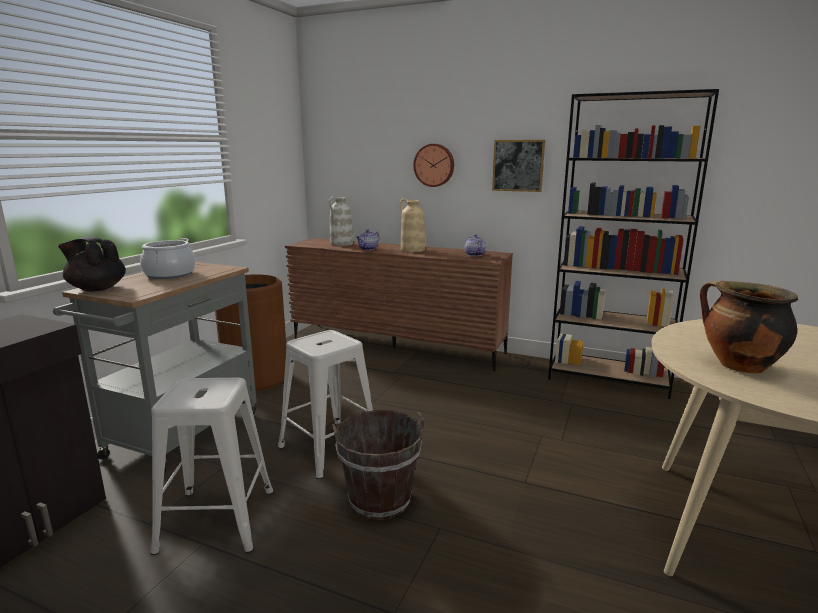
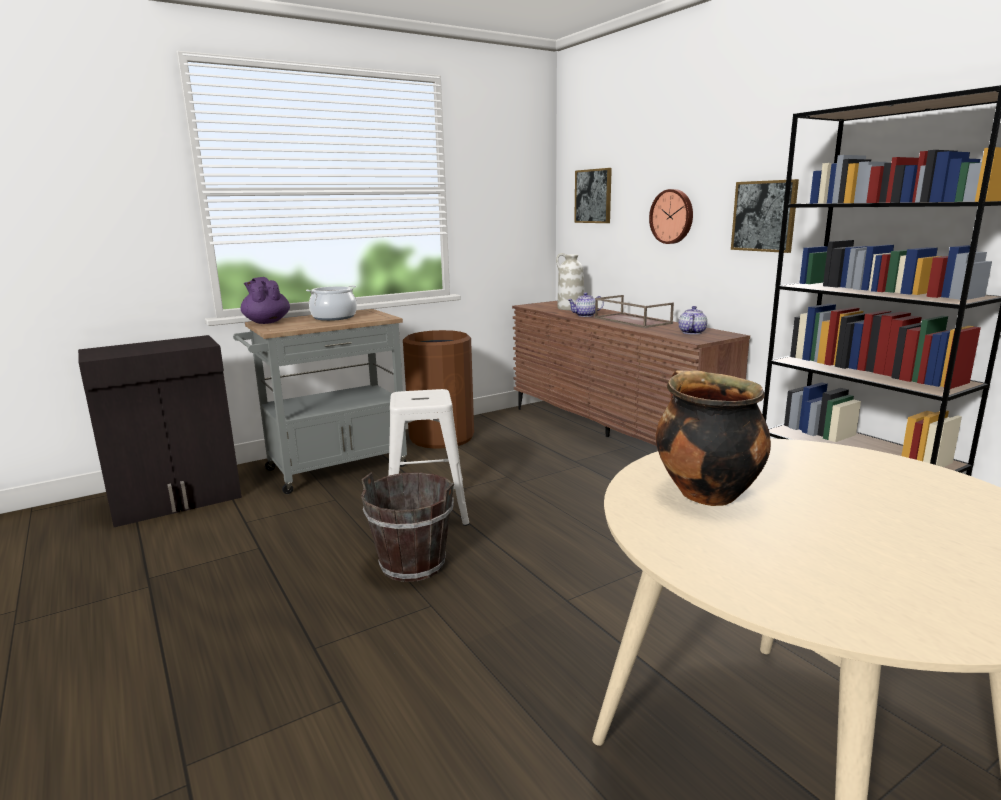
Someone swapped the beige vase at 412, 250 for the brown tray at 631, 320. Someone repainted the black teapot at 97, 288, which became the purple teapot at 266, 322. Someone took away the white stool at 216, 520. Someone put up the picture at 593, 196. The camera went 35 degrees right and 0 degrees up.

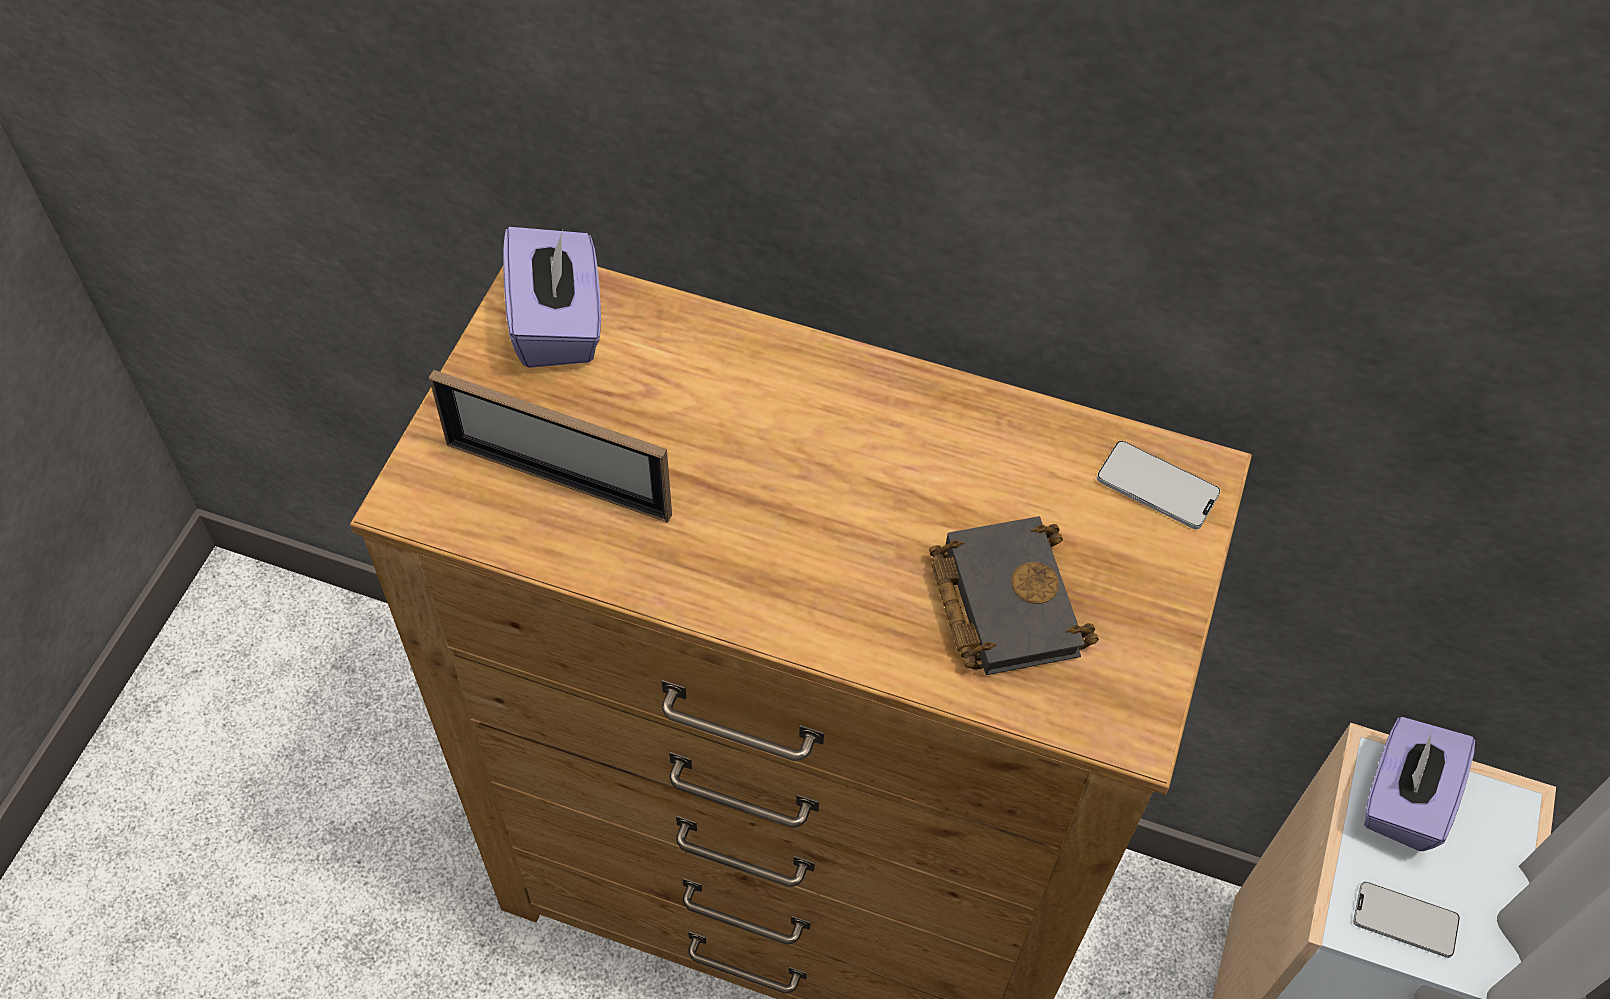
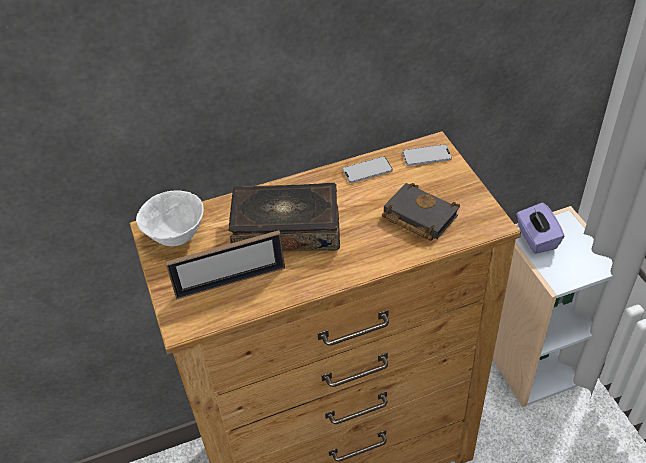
Someone swapped the purple tissue box at 558, 324 for the white bowl at 175, 236. Someone carried the phone from 1405, 920 to 367, 170. Someone put down the book at 286, 228. The camera went 35 degrees left and 10 degrees down.

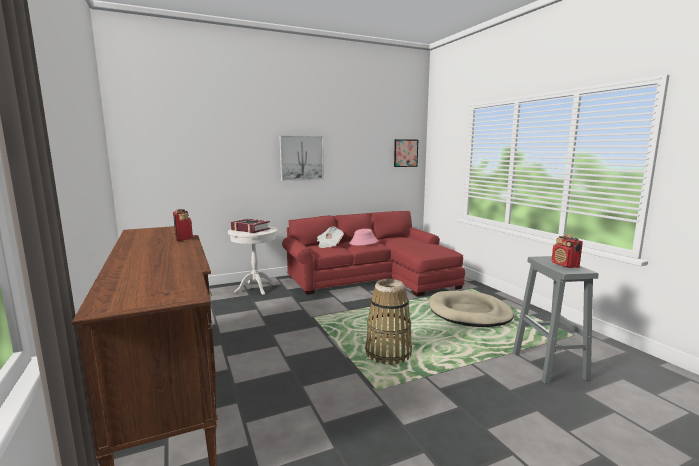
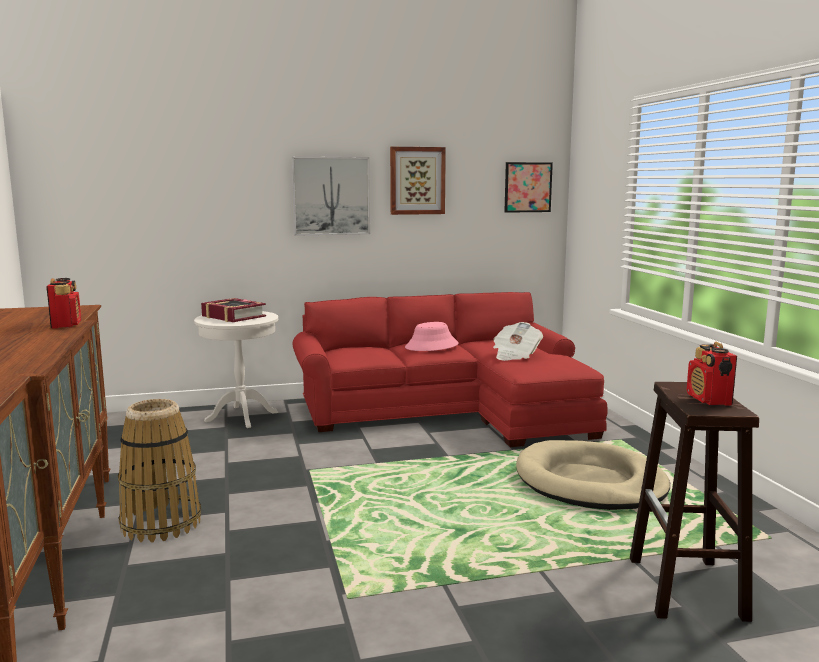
Someone carried the newspaper from 329, 245 to 515, 355. Someone repainted the grey stool at 550, 366, which became the brown stool at 687, 589. Someone carried the basket from 388, 353 to 161, 523. Someone put up the picture at 417, 180. The camera went 10 degrees right and 0 degrees up.

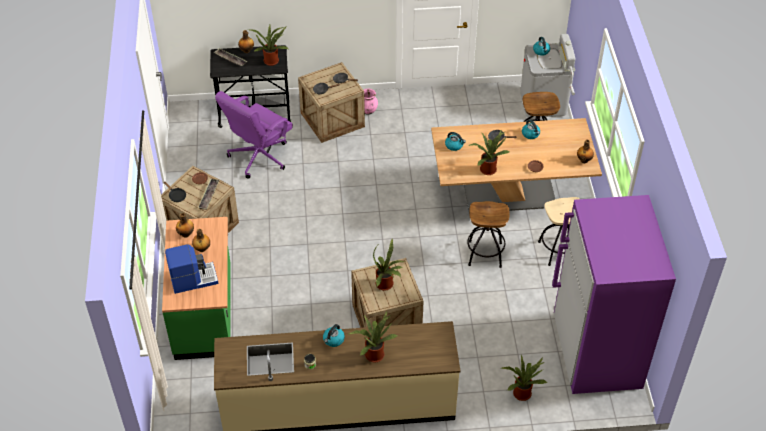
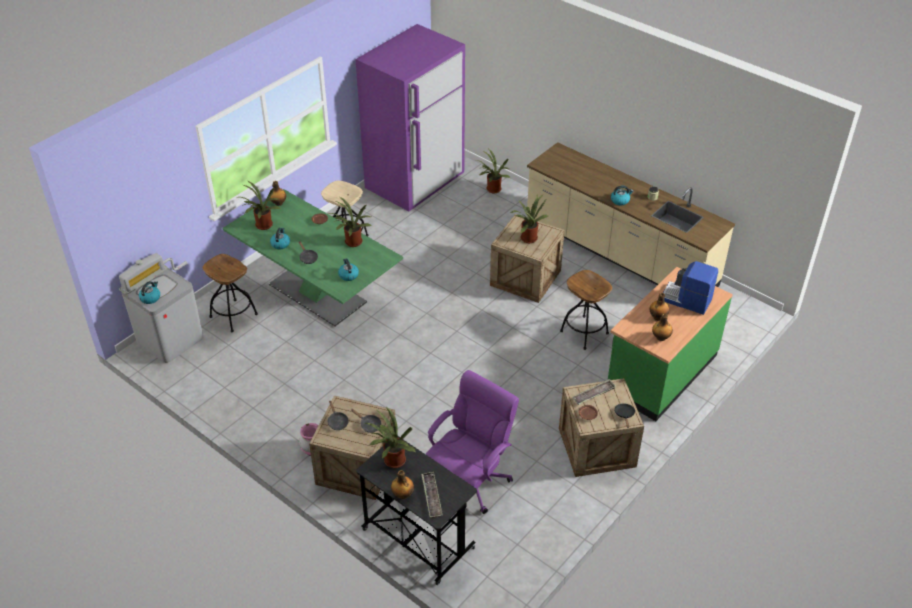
Someone rotated the purple office chair at 259, 156 by 45 degrees counterclockwise. Someone repainted the beige dining table at 509, 195, which became the green dining table at 317, 294. Someone carried the brown stool from 484, 253 to 584, 332. Someone carried the potted plant from 374, 353 to 263, 226. The camera went 135 degrees left and 5 degrees down.

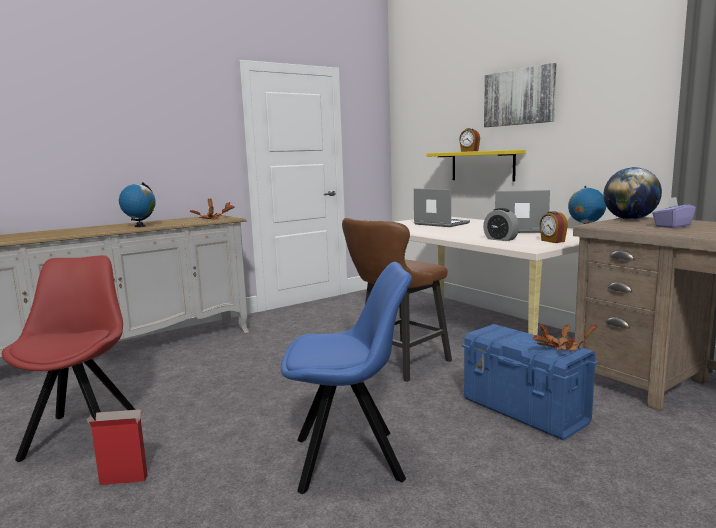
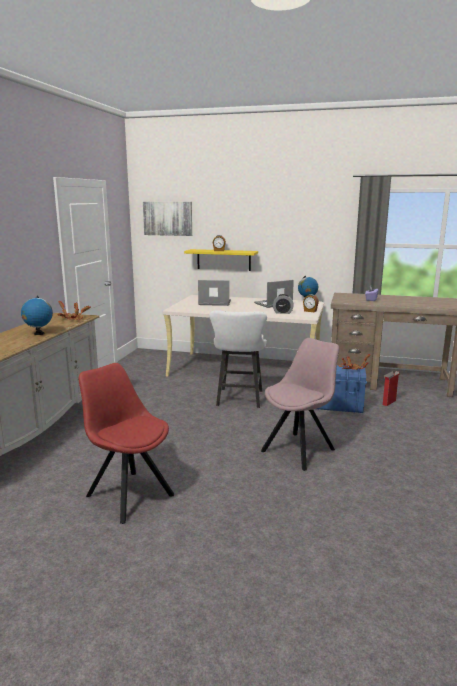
Someone carried the picture from 519, 97 to 168, 218. Someone took away the globe at 630, 219. Someone repainted the brown stool at 397, 365, which became the white stool at 239, 400. Someone repainted the blue chair at 349, 460, which became the pink chair at 299, 450. Someone carried the cardboard box from 125, 479 to 389, 402. The camera went 40 degrees left and 5 degrees up.

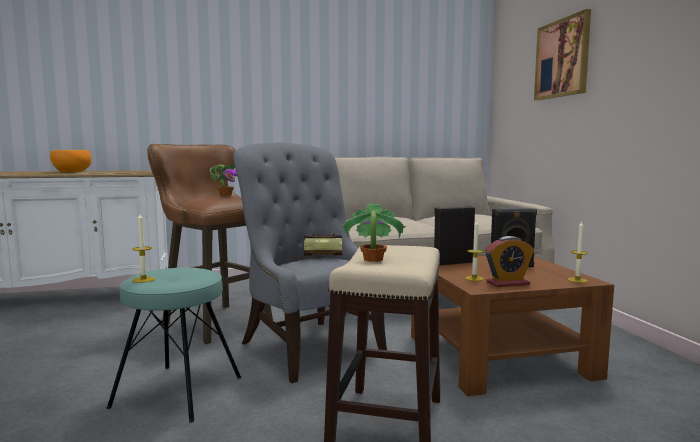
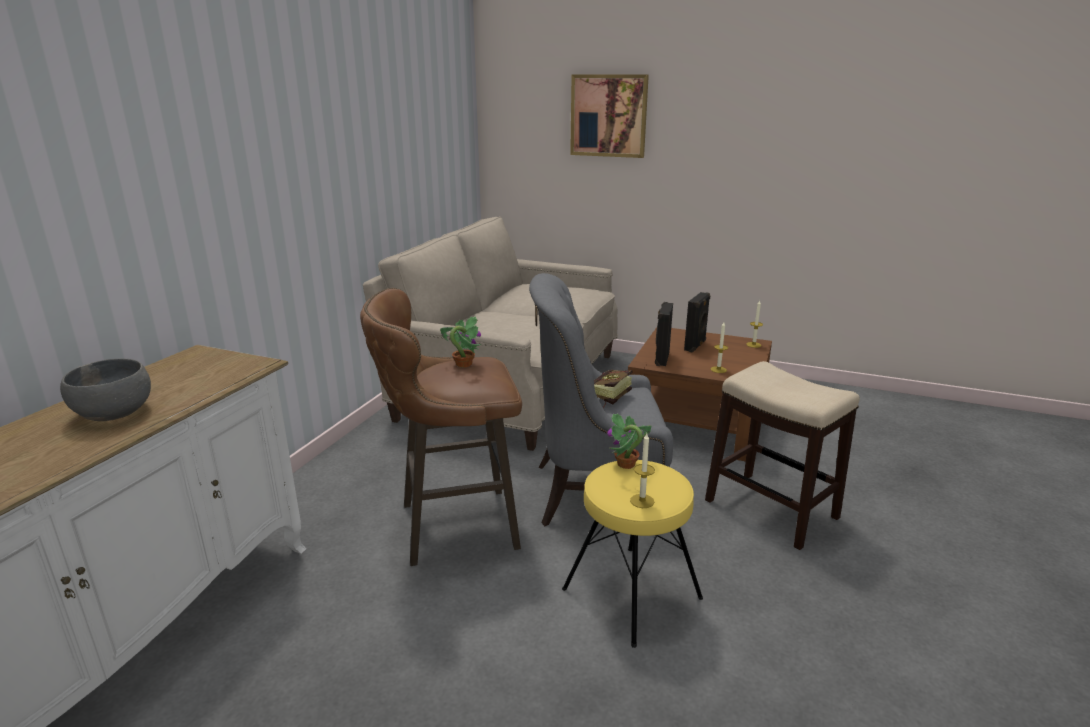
Someone repainted the orange bowl at 72, 172, which became the grey bowl at 114, 412. Someone carried the potted plant from 372, 259 to 626, 464. Someone took away the alarm clock at 508, 283. Someone repainted the turquoise stool at 178, 392, which became the yellow stool at 632, 594. The camera went 55 degrees left and 15 degrees up.

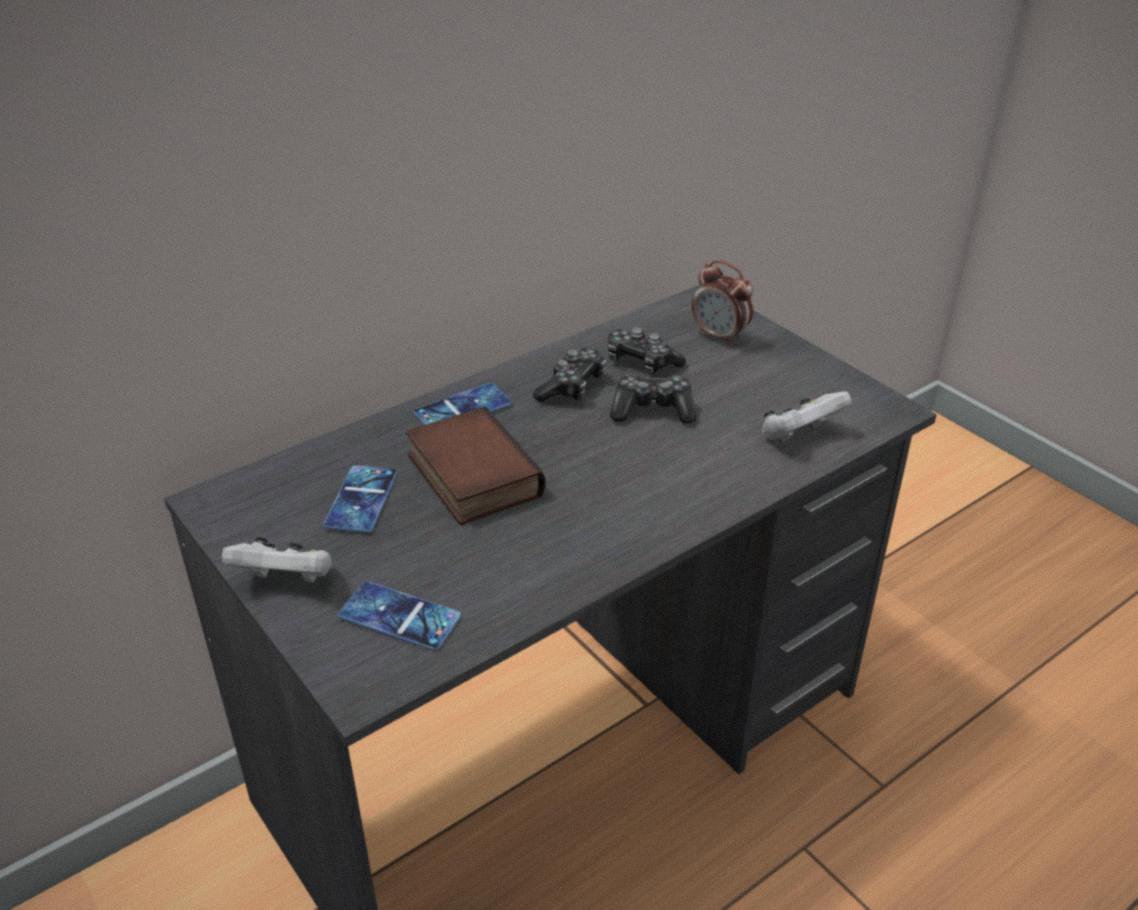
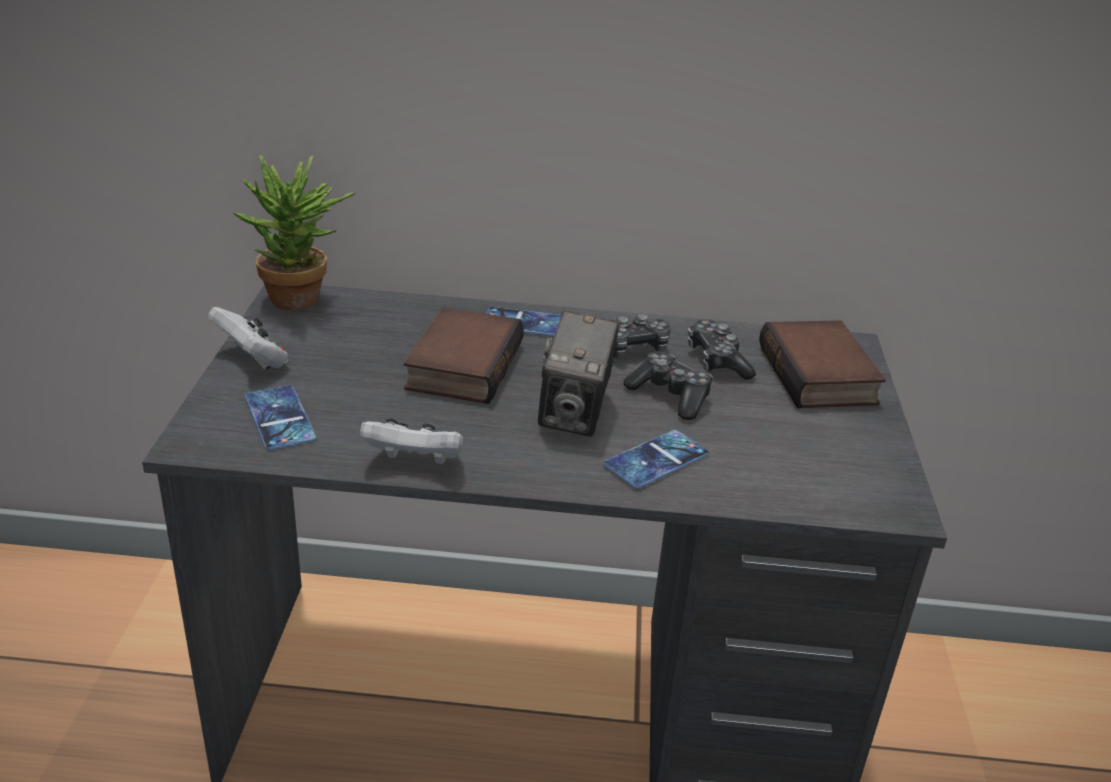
Someone swapped the alarm clock at 720, 336 for the book at 821, 376. Someone carried the white game controller from 800, 436 to 415, 462. Someone carried the phone from 361, 499 to 656, 460. Someone put down the potted plant at 301, 303. Someone put down the photo camera at 575, 414. The camera went 40 degrees right and 5 degrees down.

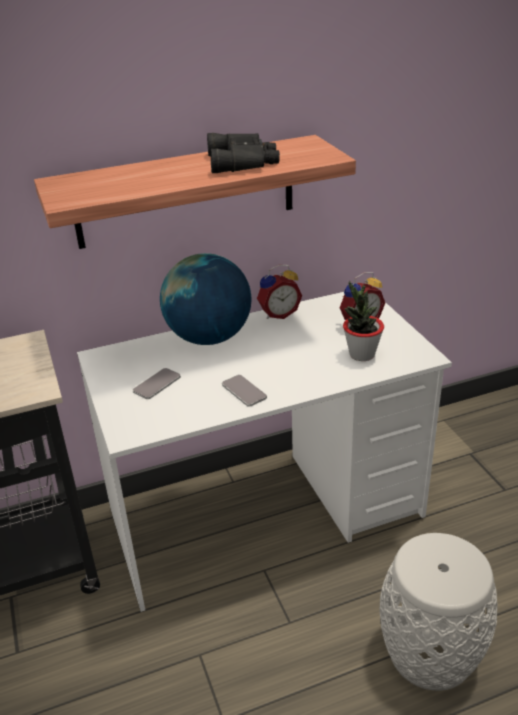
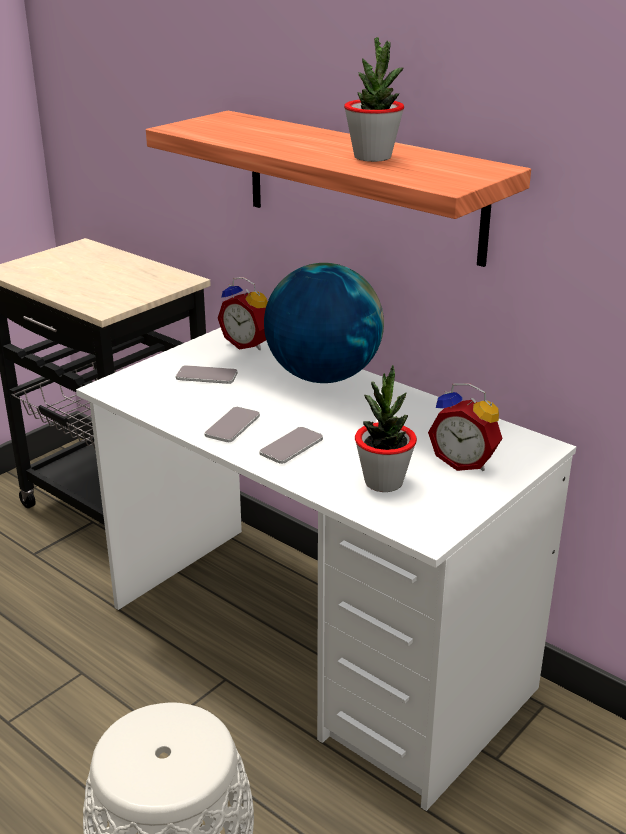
Someone swapped the black binoculars at 244, 162 for the potted plant at 373, 157. Someone carried the alarm clock from 278, 313 to 248, 344. Someone put down the phone at 291, 446. The camera went 60 degrees right and 5 degrees down.

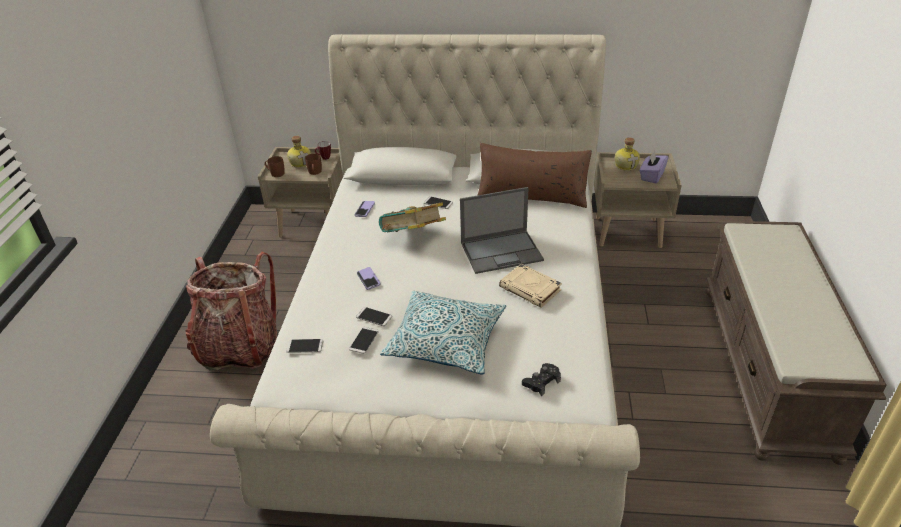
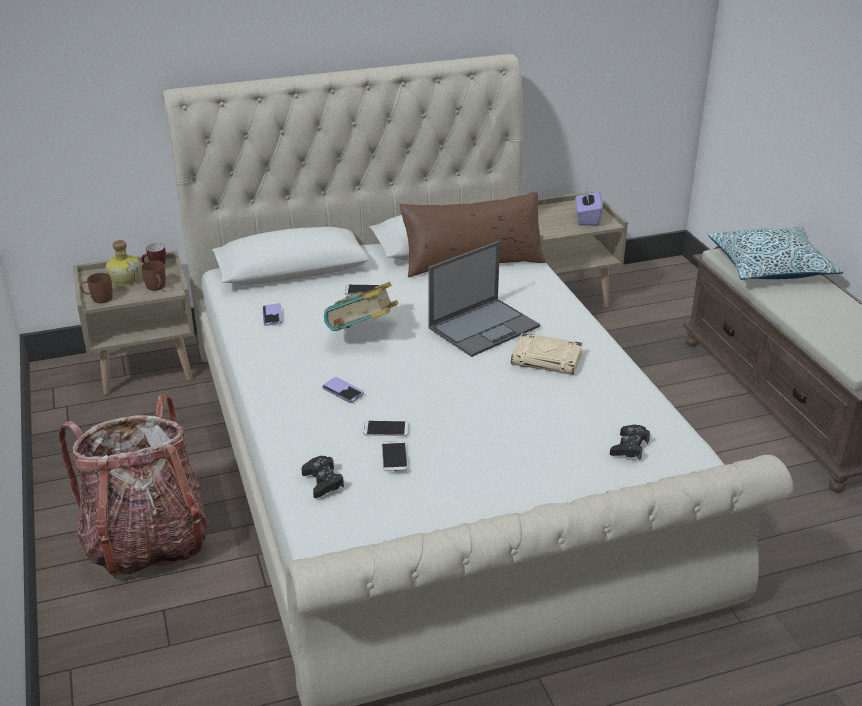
Someone took away the bottle at 626, 165. Someone carried the pillow from 446, 341 to 769, 267. Someone swapped the phone at 305, 346 for the black game controller at 323, 481. The camera went 25 degrees left and 5 degrees down.

